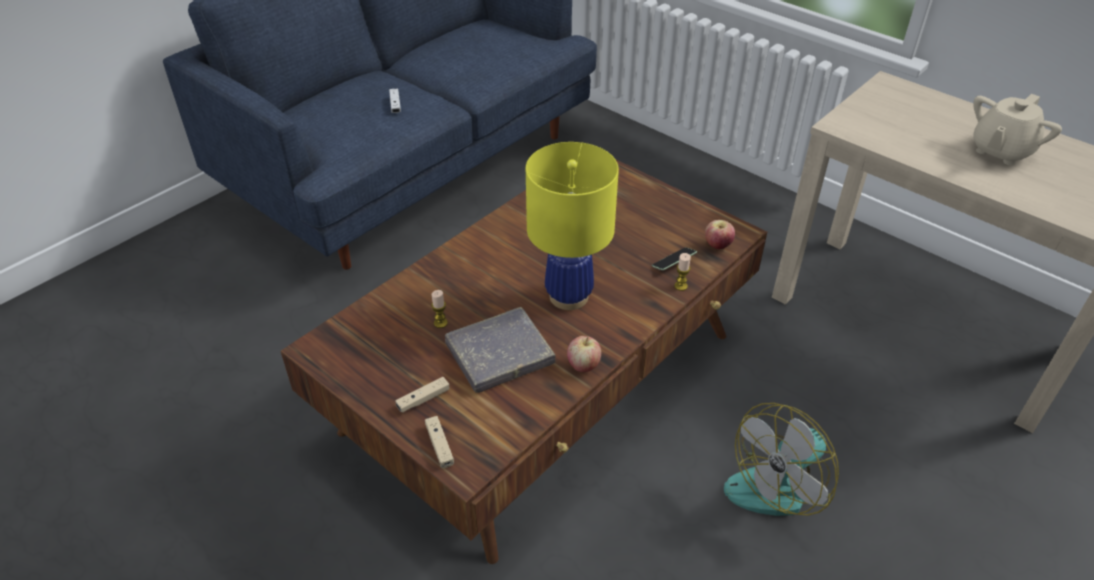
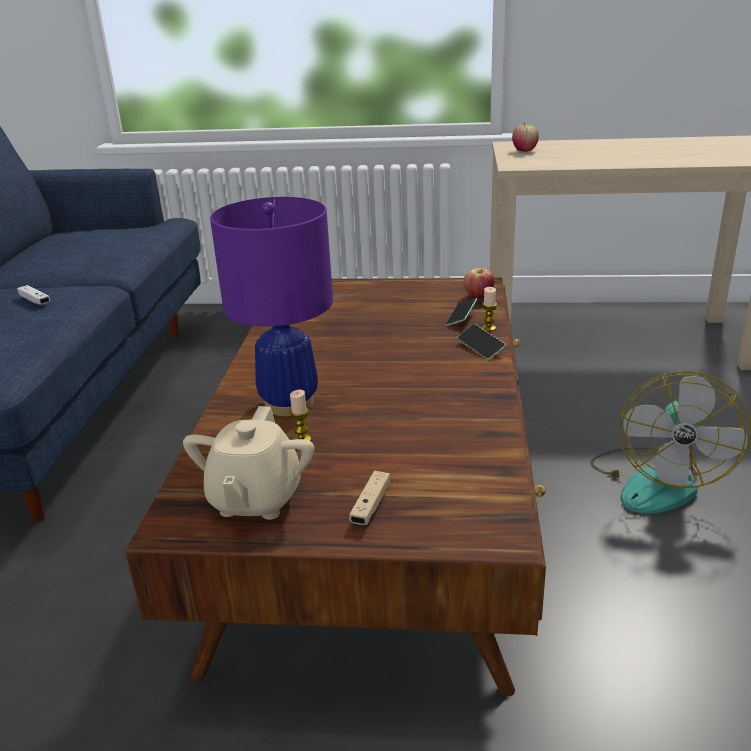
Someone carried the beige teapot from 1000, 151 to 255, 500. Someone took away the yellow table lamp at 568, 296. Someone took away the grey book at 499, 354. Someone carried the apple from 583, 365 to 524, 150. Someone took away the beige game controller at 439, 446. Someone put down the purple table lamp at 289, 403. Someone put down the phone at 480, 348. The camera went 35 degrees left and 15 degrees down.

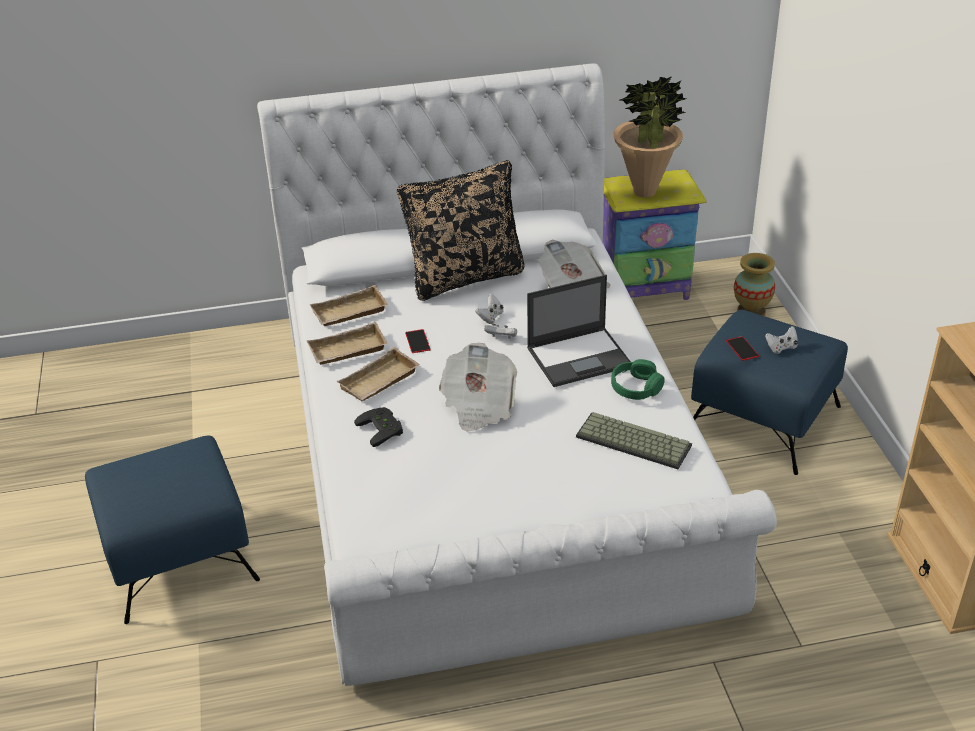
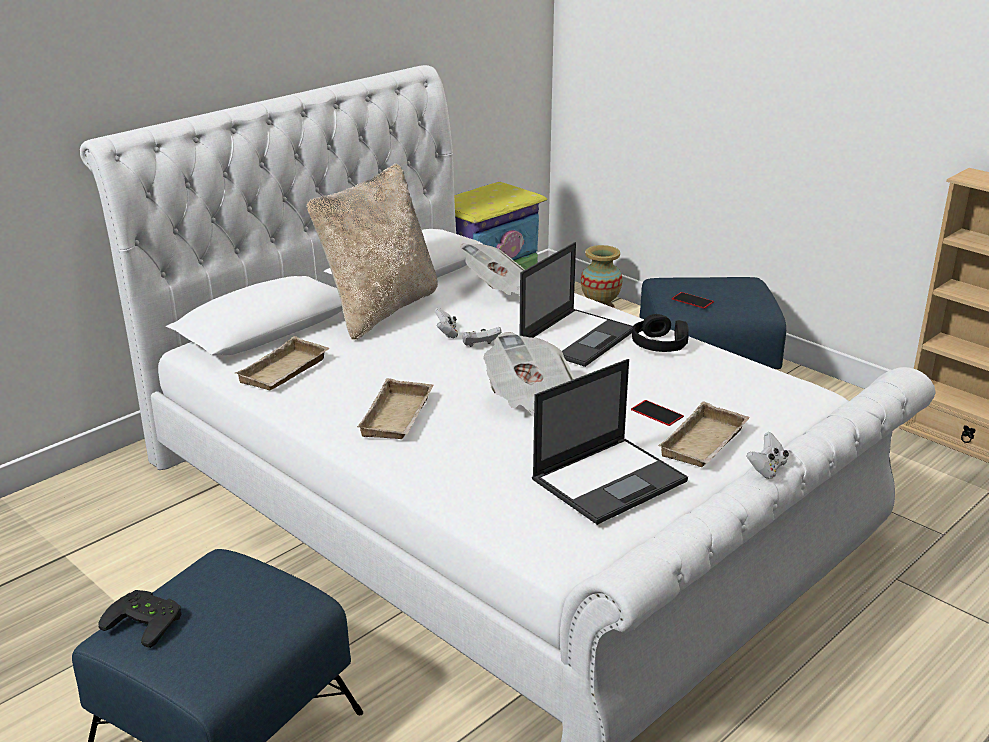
Someone took away the potted plant at 645, 192. Someone repainted the black pillow at 467, 279, which became the beige pillow at 382, 312. Someone carried the beige tray from 347, 351 to 705, 444. Someone carried the white game controller from 781, 348 to 766, 469. Someone carried the phone from 417, 341 to 657, 413. Someone repainted the green headphones at 636, 387, which became the black headphones at 660, 344. Someone carried the black game controller from 383, 428 to 147, 620. Someone took away the keyboard at 631, 442. Someone put down the laptop at 610, 479. The camera went 35 degrees left and 10 degrees down.

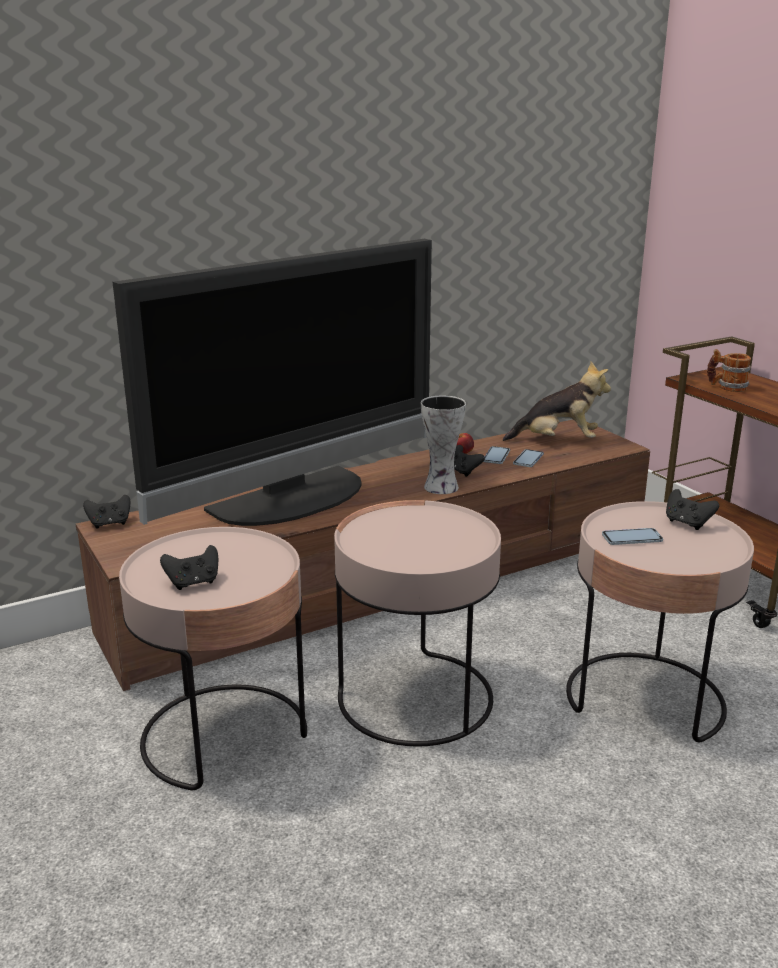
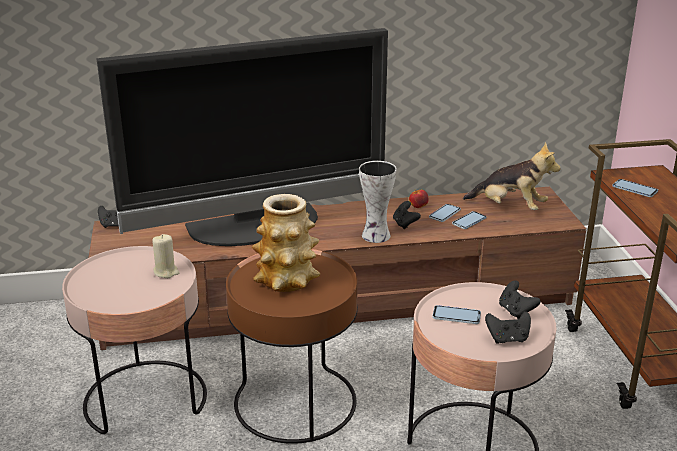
Someone swapped the mug at 726, 387 for the phone at 634, 189. Someone repainted the pink side table at 415, 698, which became the brown side table at 295, 402. Someone carried the black game controller from 193, 583 to 507, 339. Someone put down the vase at 287, 281. Someone put down the beige candle at 166, 272. The camera went 20 degrees right and 5 degrees up.

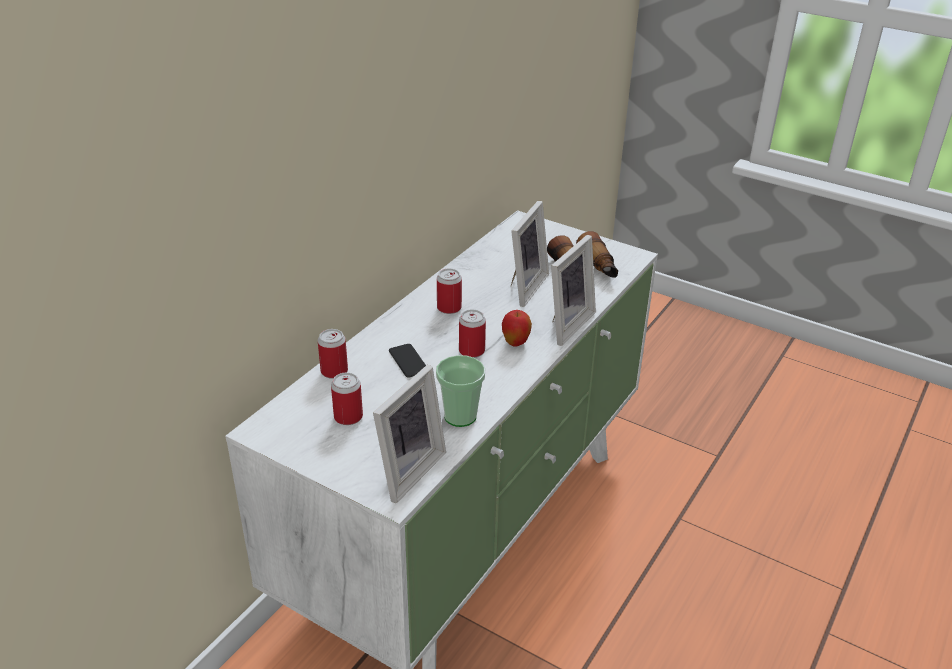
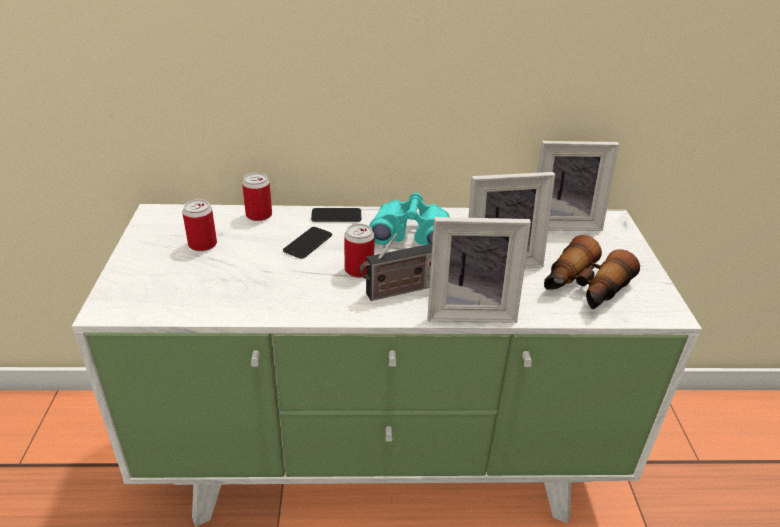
Someone swapped the can at 449, 308 for the turquoise binoculars at 411, 233. Someone swapped the apple at 515, 343 for the radio at 400, 291. Someone took away the cup at 460, 416. Someone carried the picture frame from 406, 470 to 562, 222. Someone put down the phone at 336, 216. The camera went 55 degrees right and 0 degrees up.

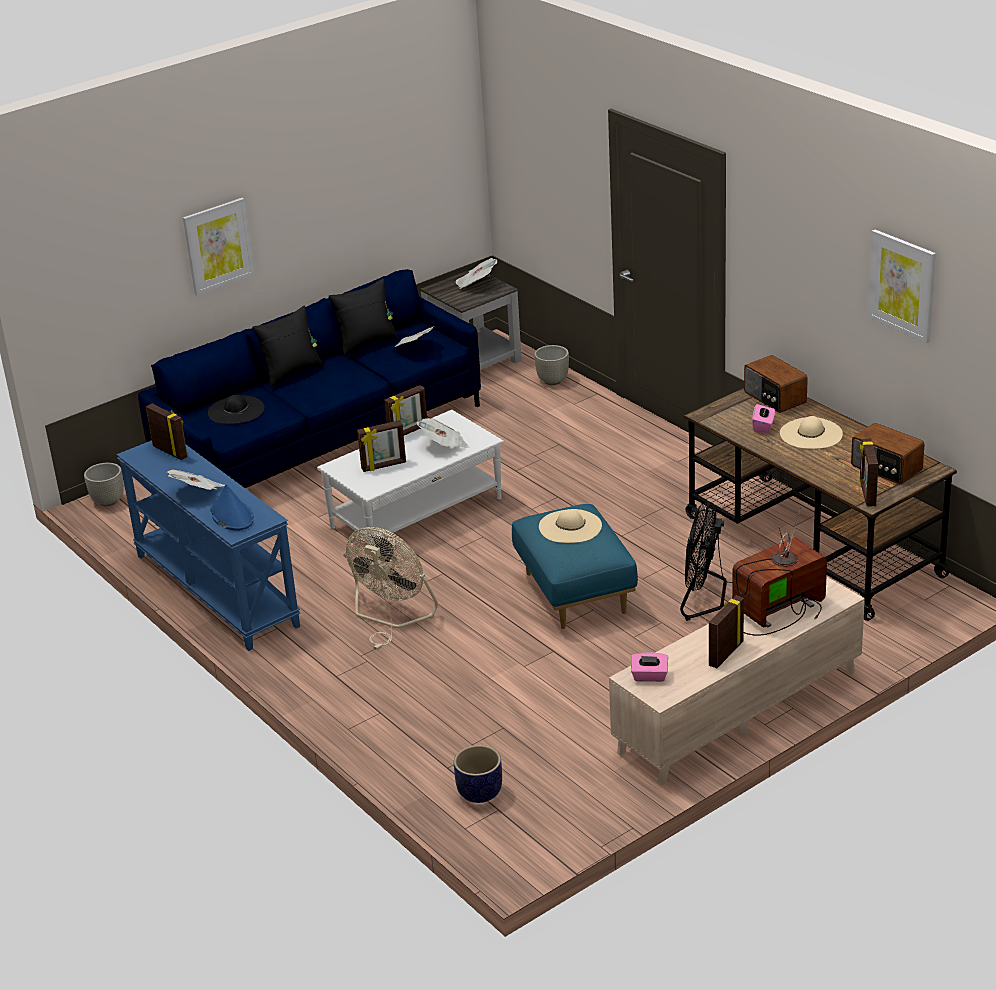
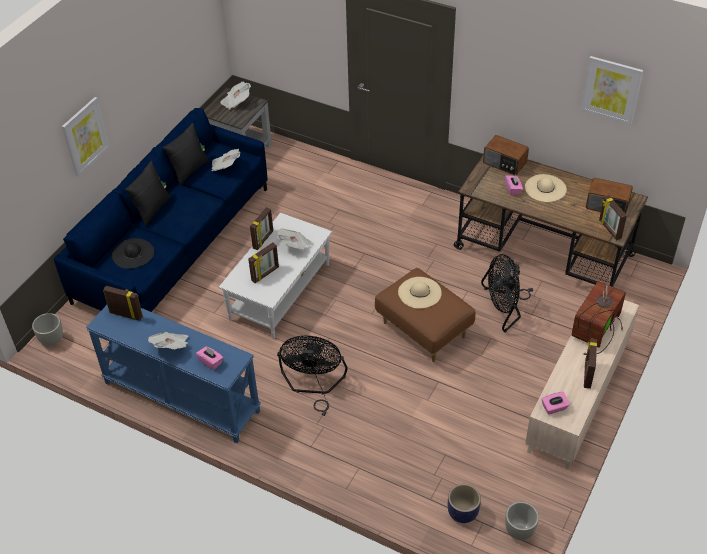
Someone carried the grey planter from 552, 381 to 519, 531. Someone swapped the blue hat at 231, 515 for the pink tissue box at 211, 362. Someone repainted the blue ottoman at 574, 593, which became the brown ottoman at 423, 330. Someone repainted the beige fan at 387, 616, which became the black fan at 314, 385. The camera went 25 degrees left and 15 degrees up.

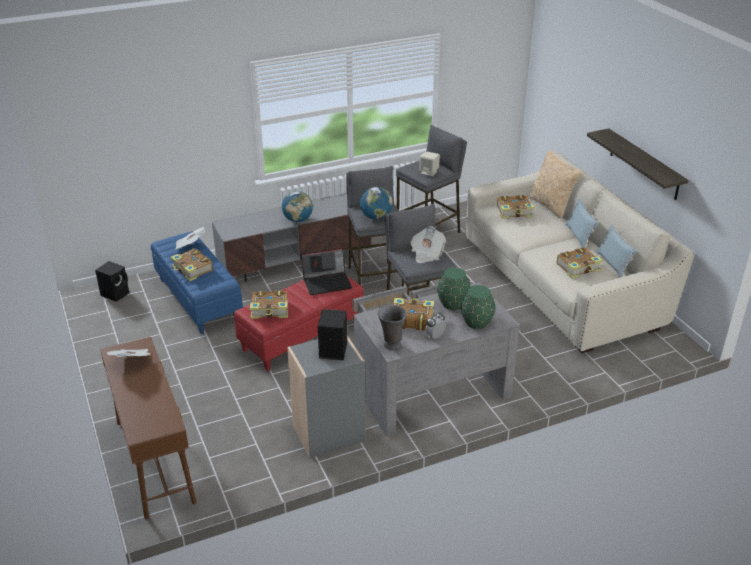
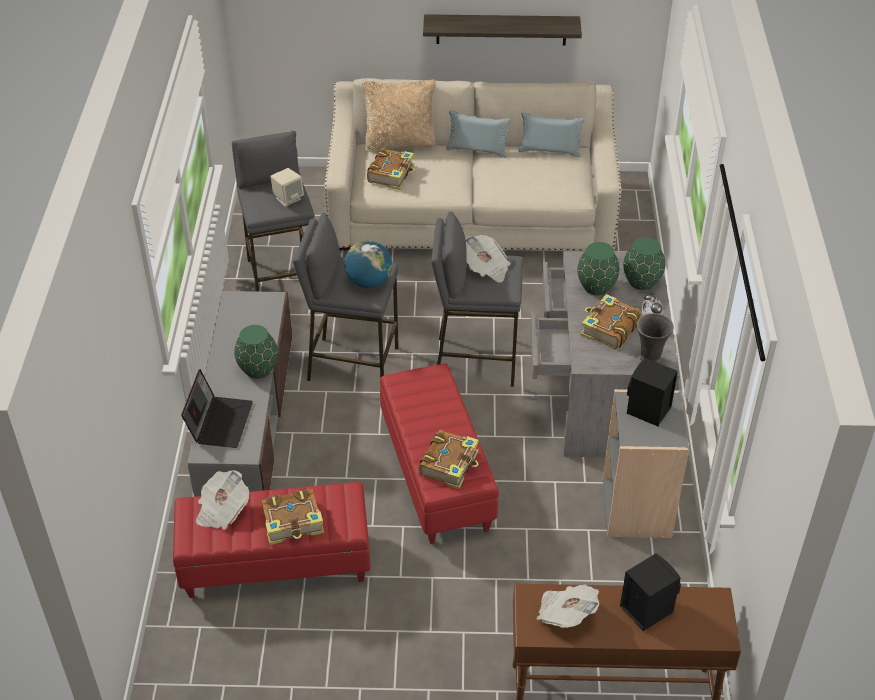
Someone swapped the globe at 298, 220 for the green vase at 258, 369. Someone repainted the blue ottoman at 197, 301, which became the red ottoman at 276, 565. Someone took away the book at 578, 268. Someone carried the laptop from 327, 282 to 219, 421. Someone carried the black speaker from 116, 293 to 645, 608. The camera went 65 degrees left and 10 degrees up.

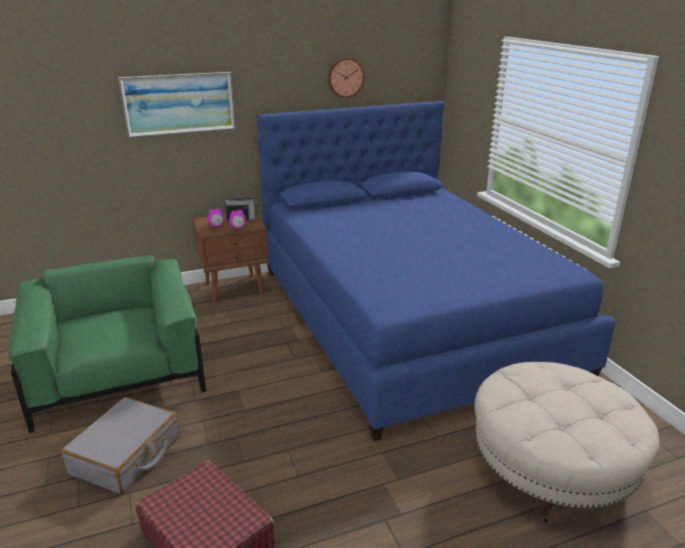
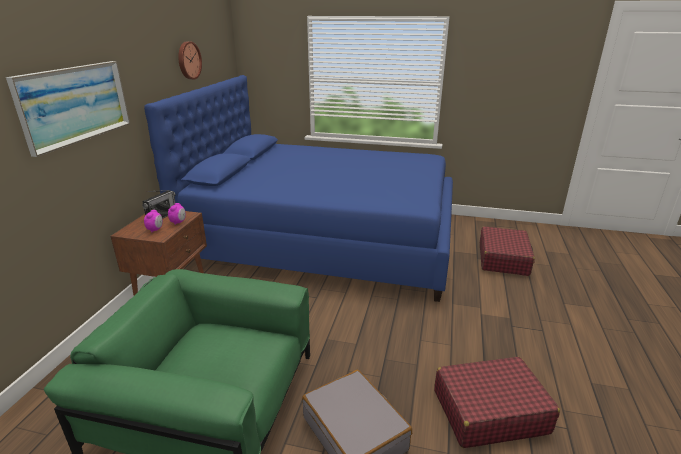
Someone swapped the beige ottoman at 551, 468 for the red suitcase at 503, 259. The camera went 55 degrees left and 0 degrees up.

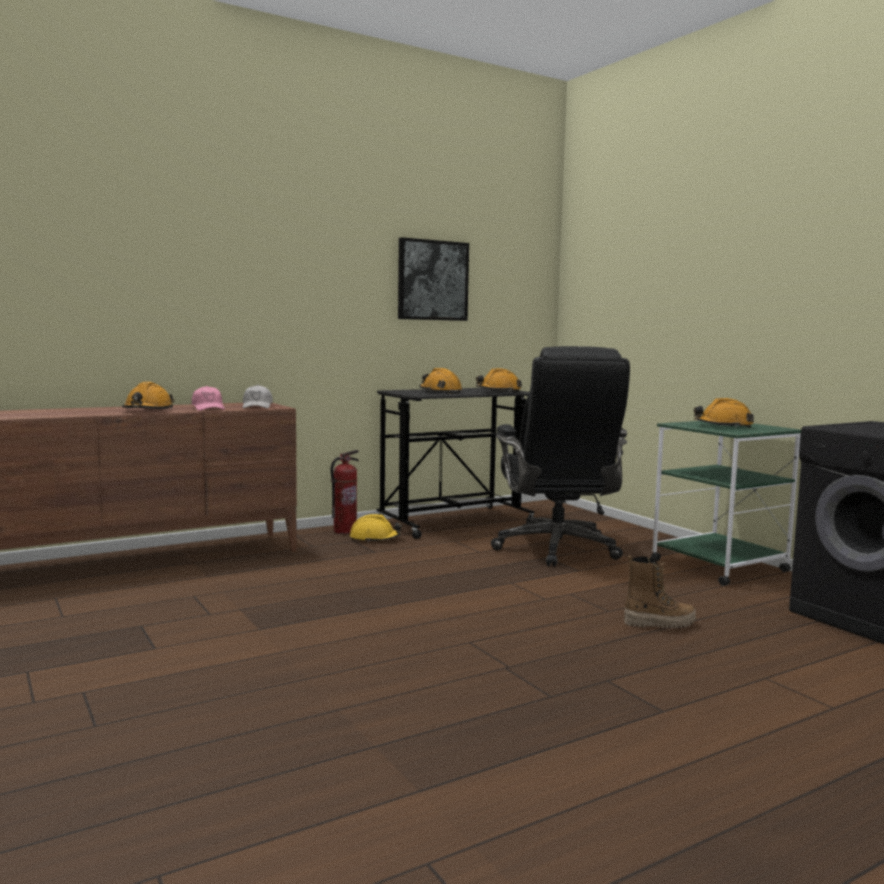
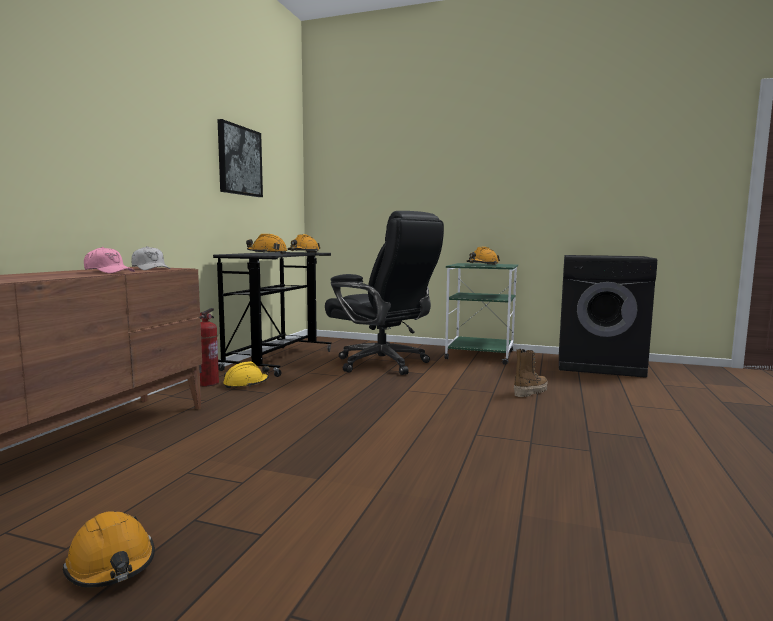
Someone carried the orange hard hat from 148, 411 to 111, 564. The camera went 40 degrees left and 0 degrees up.

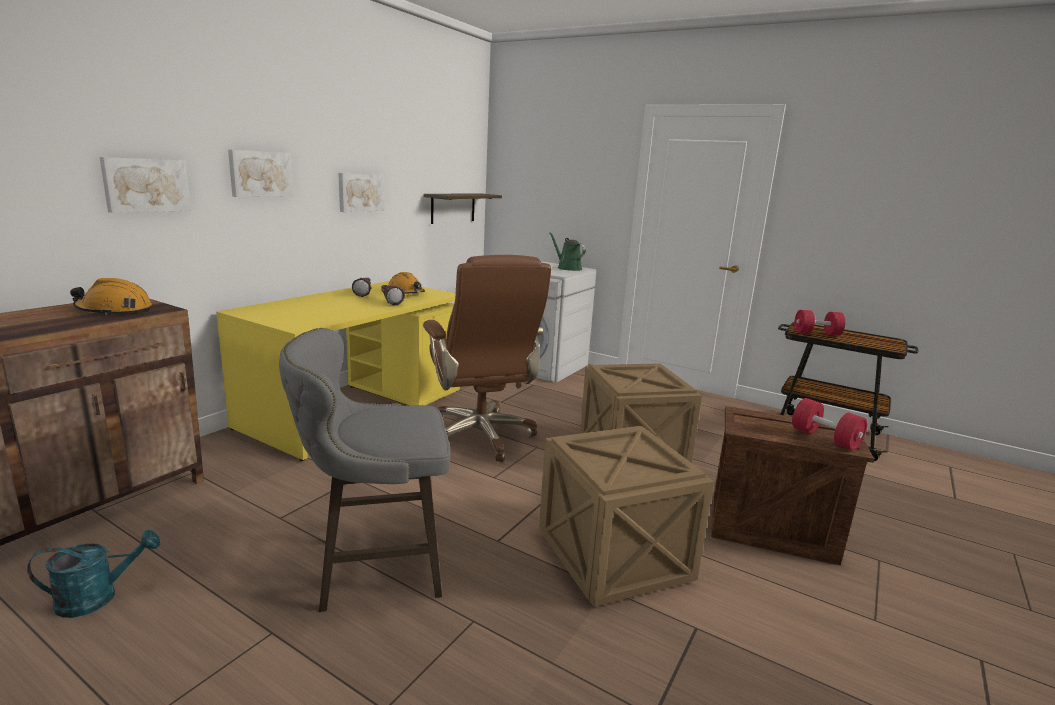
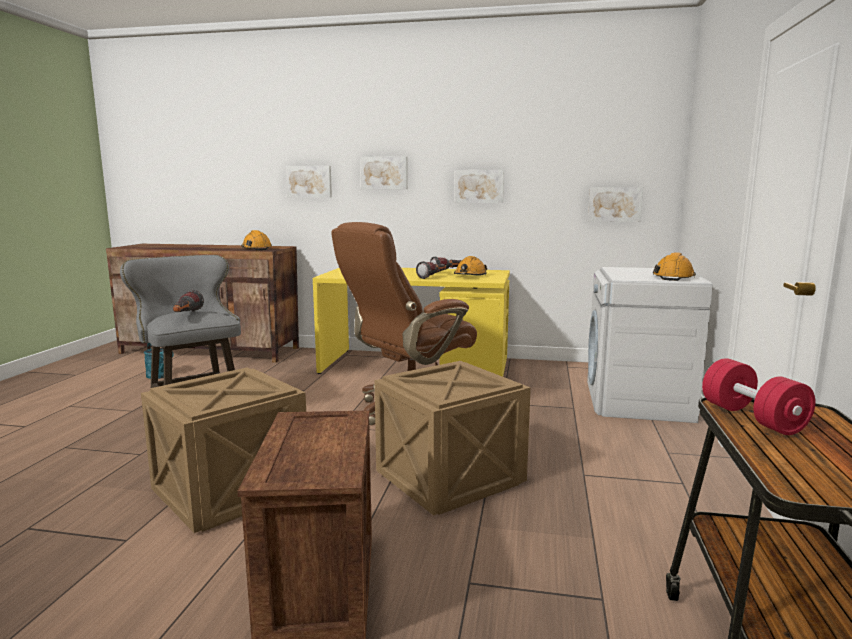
Someone swapped the shelf at 453, 208 for the picture at 614, 204. Someone swapped the green watering can at 567, 268 for the orange hard hat at 673, 277. Someone took away the red dumbbell at 825, 438. Someone put down the flashlight at 186, 315. The camera went 70 degrees right and 5 degrees down.

